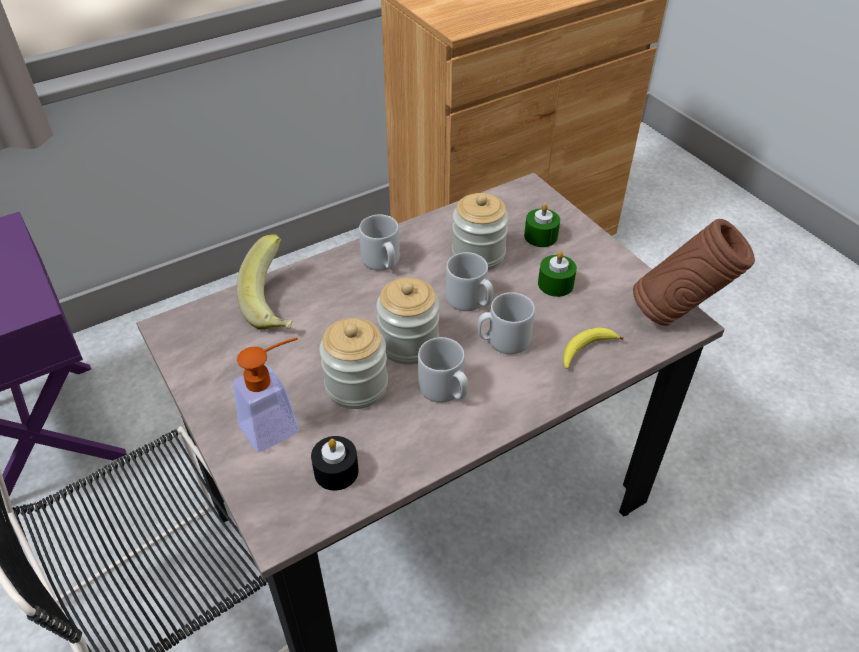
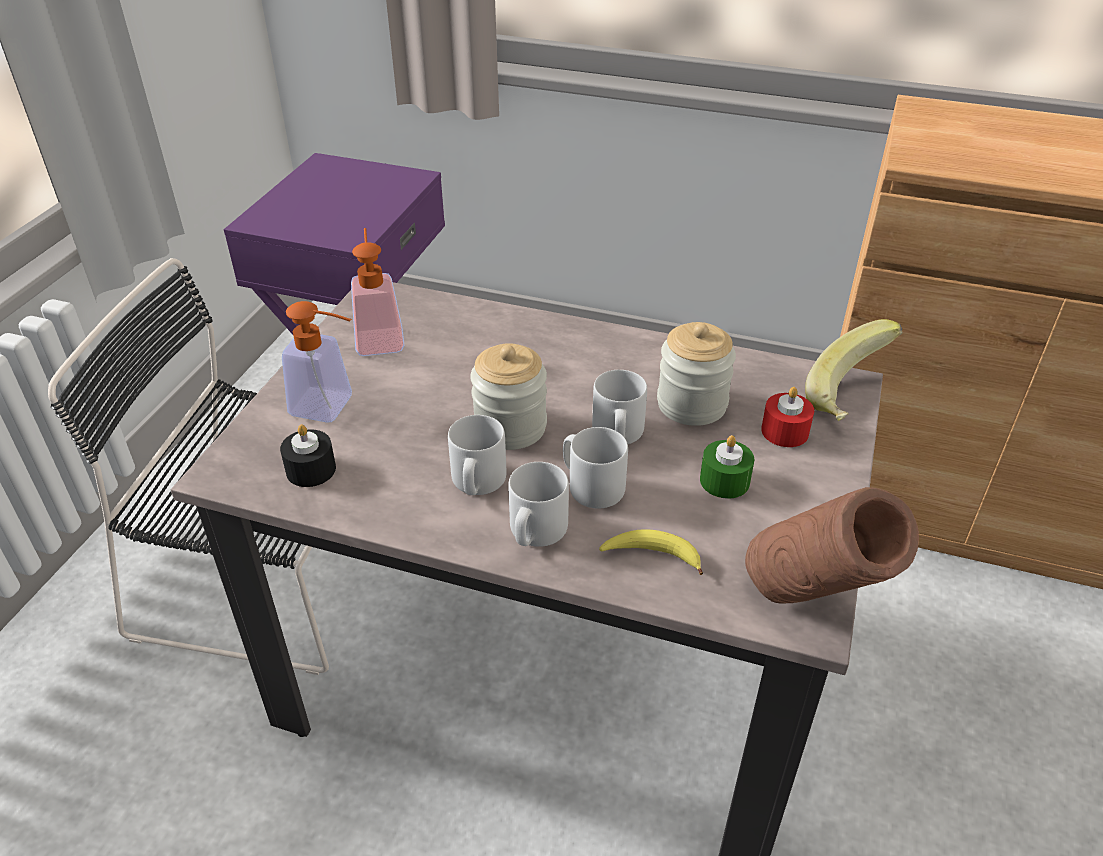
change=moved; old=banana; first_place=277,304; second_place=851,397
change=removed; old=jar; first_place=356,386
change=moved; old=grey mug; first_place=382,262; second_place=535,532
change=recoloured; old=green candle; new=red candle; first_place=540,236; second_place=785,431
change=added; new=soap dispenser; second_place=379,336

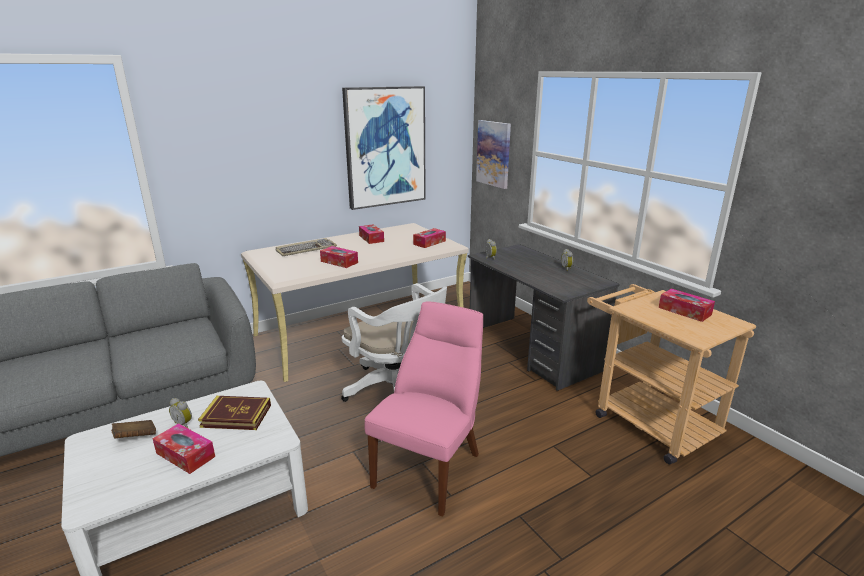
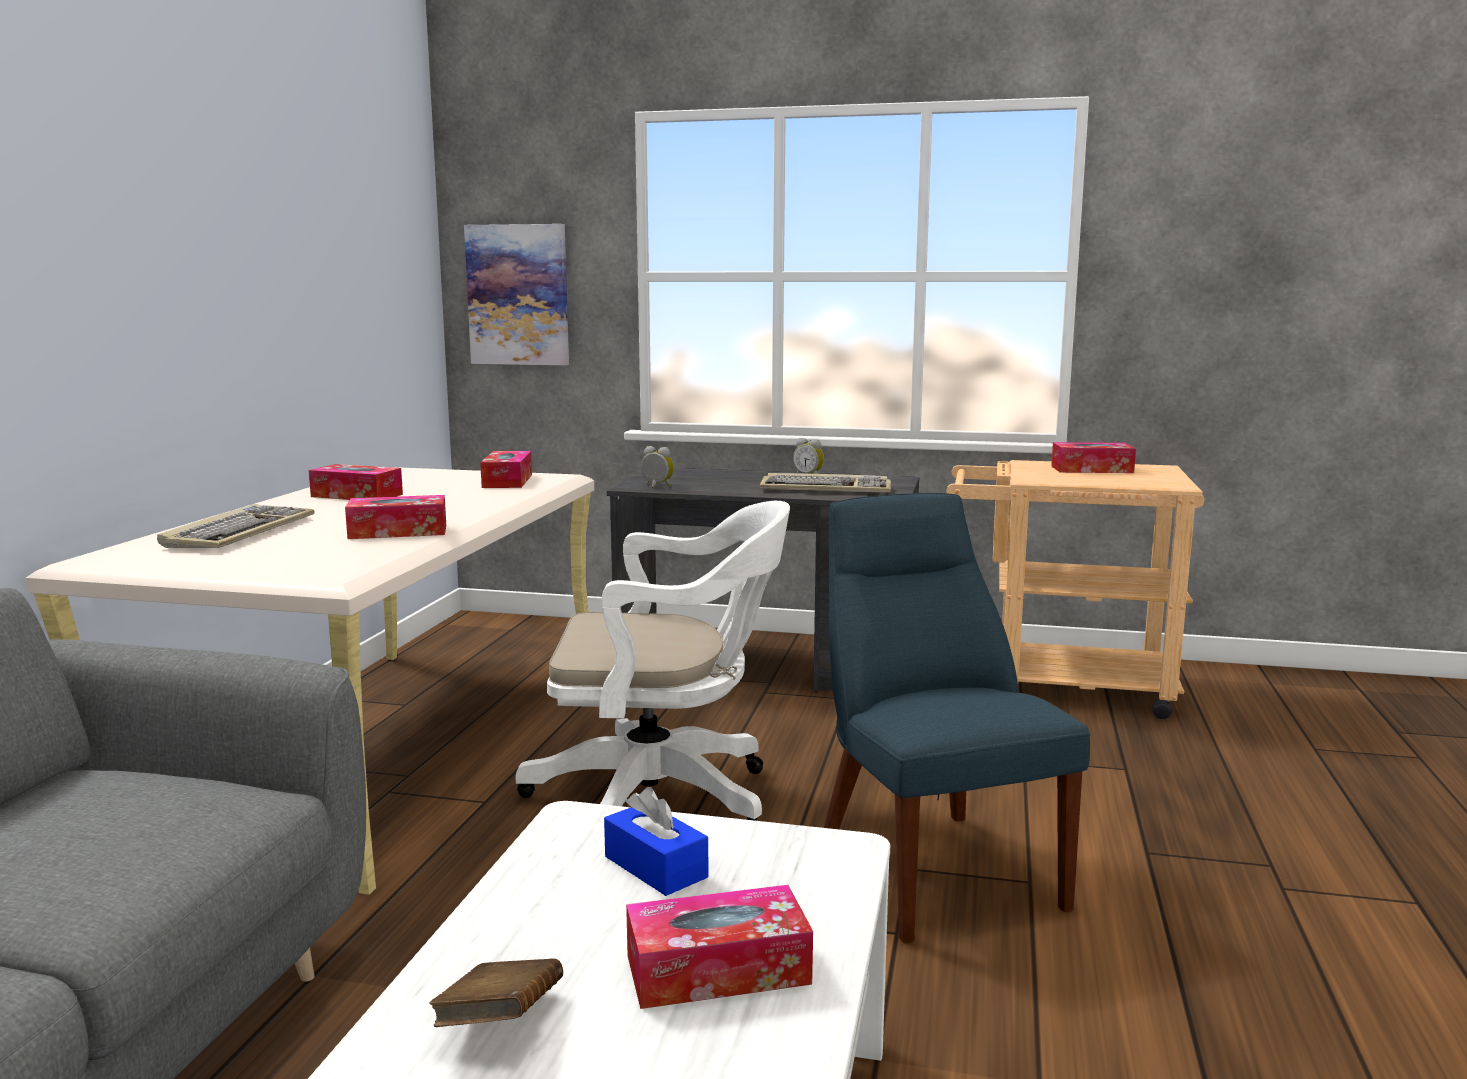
change=removed; old=alarm clock; first_place=184,423
change=replaced; old=book; new=blue tissue box; first_place=236,416; second_place=655,867
change=removed; old=picture; first_place=385,147
change=recoloured; old=pink chair; new=blue chair; first_place=430,467; second_place=931,866
change=added; new=keyboard; second_place=826,489

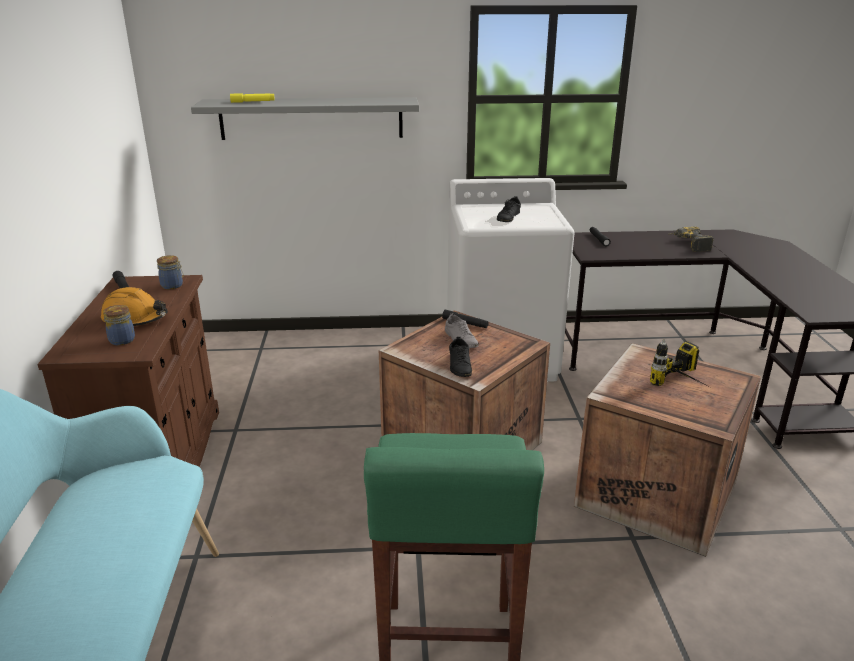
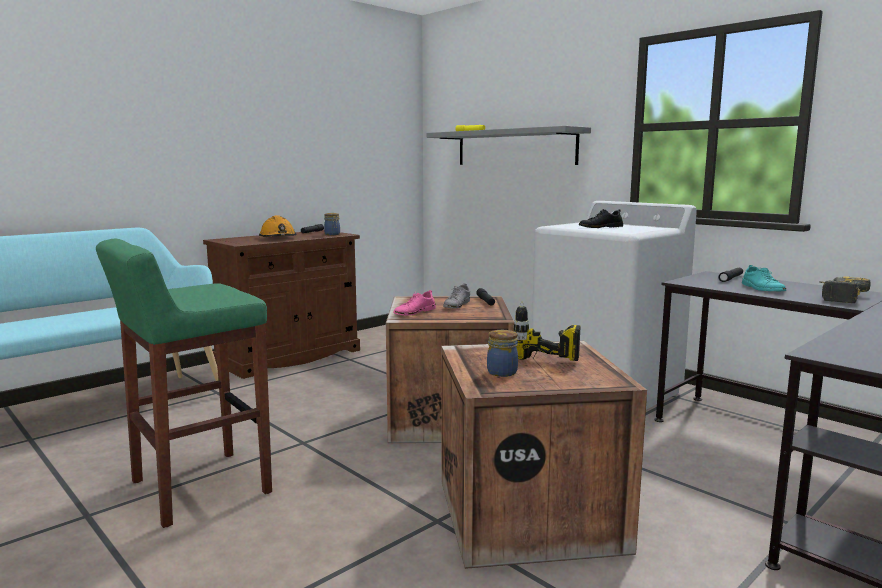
change=moved; old=jar; first_place=121,340; second_place=502,372
change=recoloured; old=black shoe; new=pink shoe; first_place=460,365; second_place=414,312
change=added; new=turquoise shoe; second_place=762,288

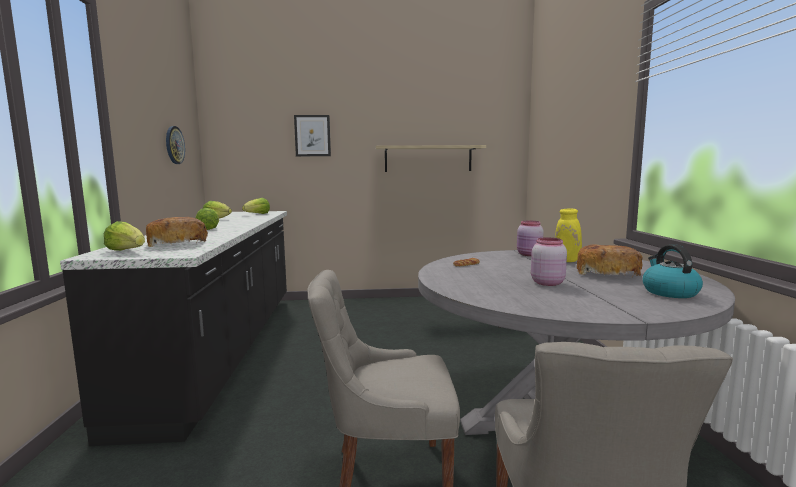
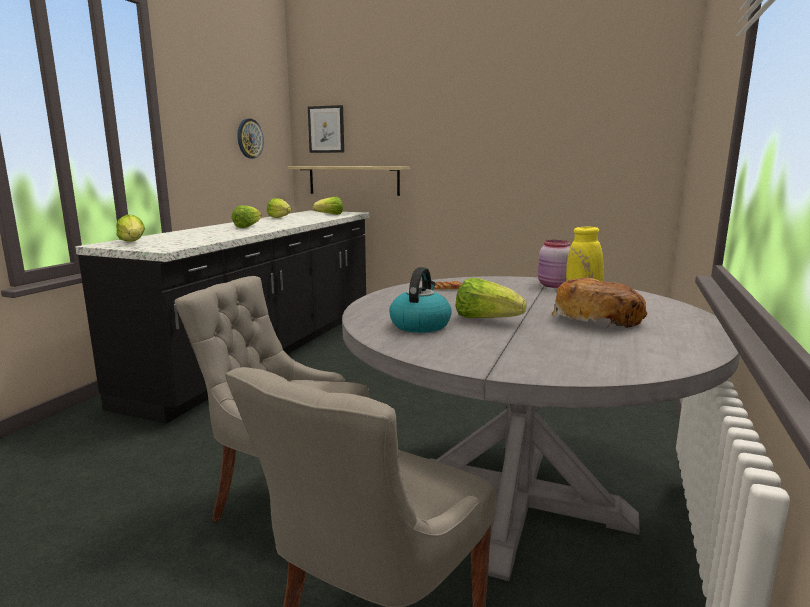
change=removed; old=bread; first_place=176,243
change=moved; old=picture; first_place=312,136; second_place=326,129
change=moved; old=shelf; first_place=428,159; second_place=353,180
change=replaced; old=pink jar; new=lettuce; first_place=546,283; second_place=486,319
change=moved; old=kettle; first_place=669,292; second_place=420,325

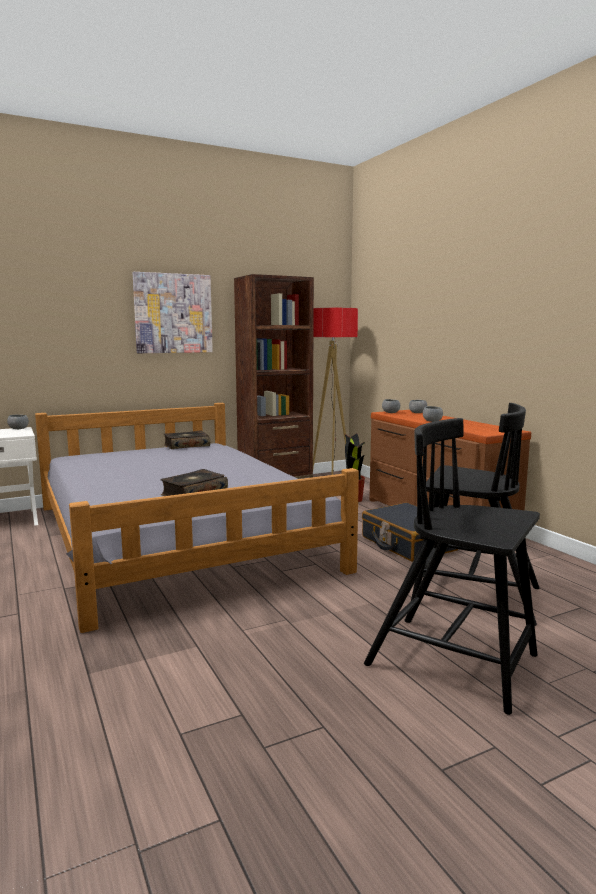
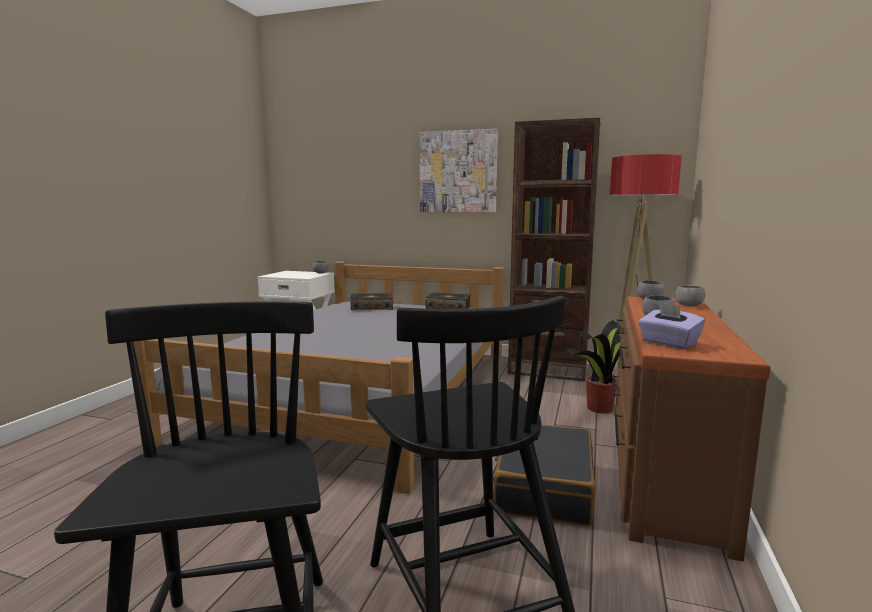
change=moved; old=book; first_place=193,493; second_place=372,307
change=added; new=purple tissue box; second_place=668,343

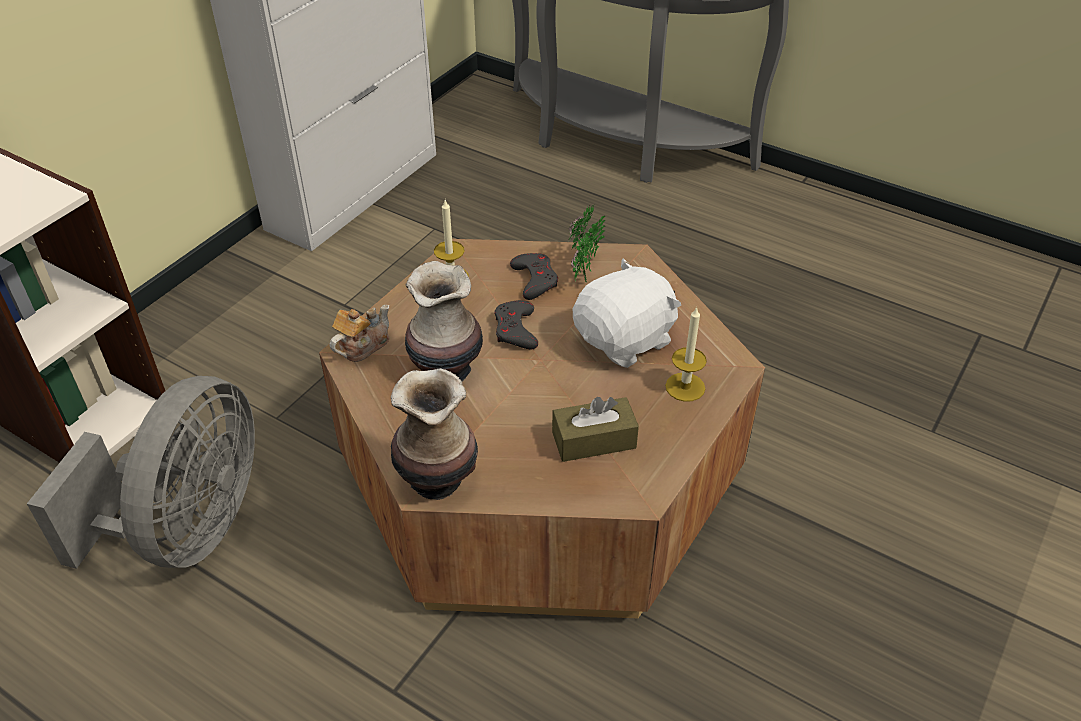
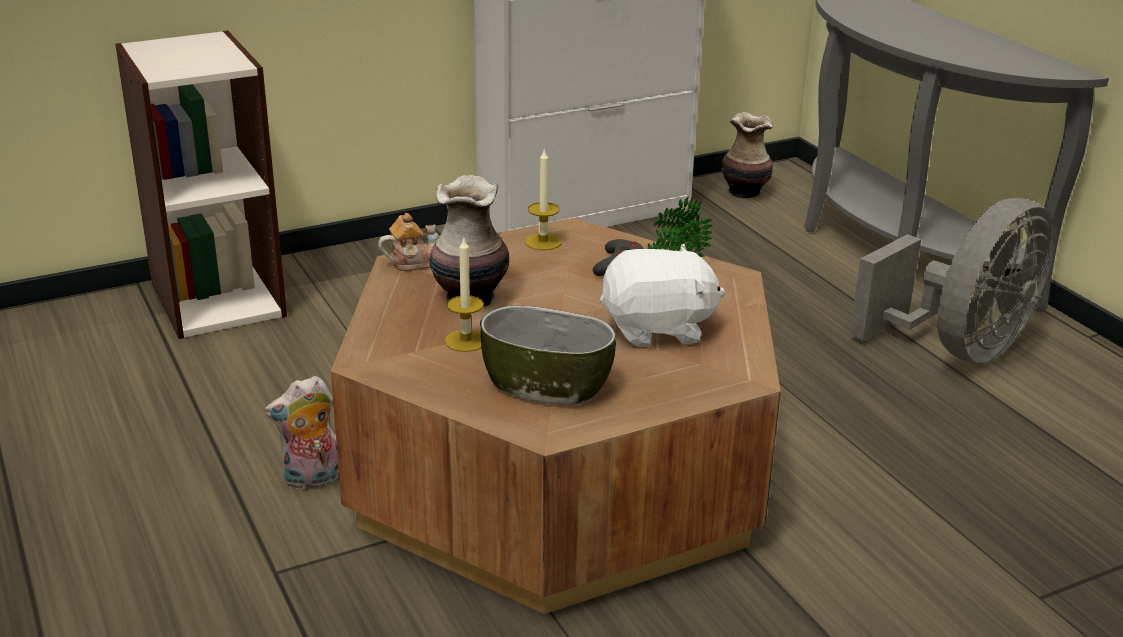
change=moved; old=grey fan; first_place=189,529; second_place=959,349
change=moved; old=vase; first_place=436,478; second_place=744,192
change=removed; old=grey game controller; first_place=516,330
change=replaced; old=brown tissue box; new=bowl; first_place=594,440; second_place=547,384
change=moved; old=candle; first_place=685,387; second_place=466,341
change=added; new=plush toy; second_place=312,480

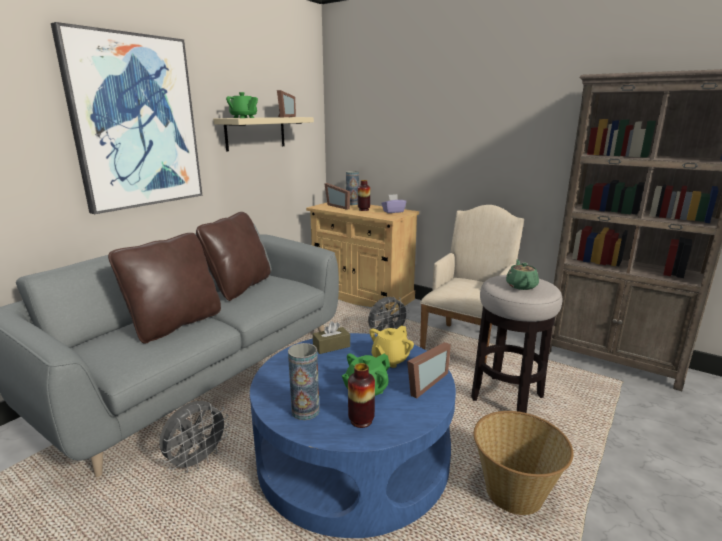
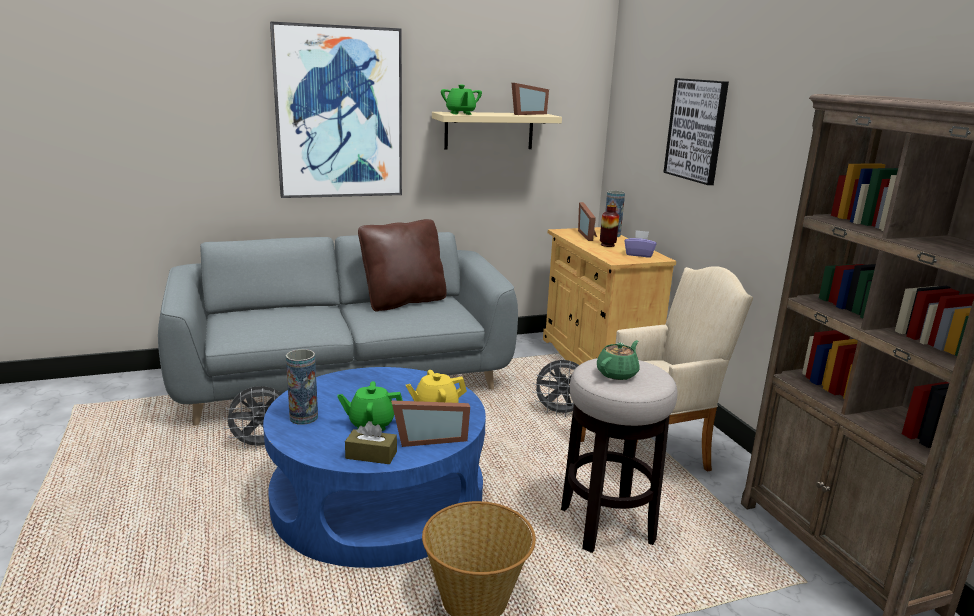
change=removed; old=brown pillow; first_place=175,324
change=moved; old=brown tissue box; first_place=331,346; second_place=371,455
change=removed; old=vase; first_place=361,421
change=added; new=picture; second_place=696,130

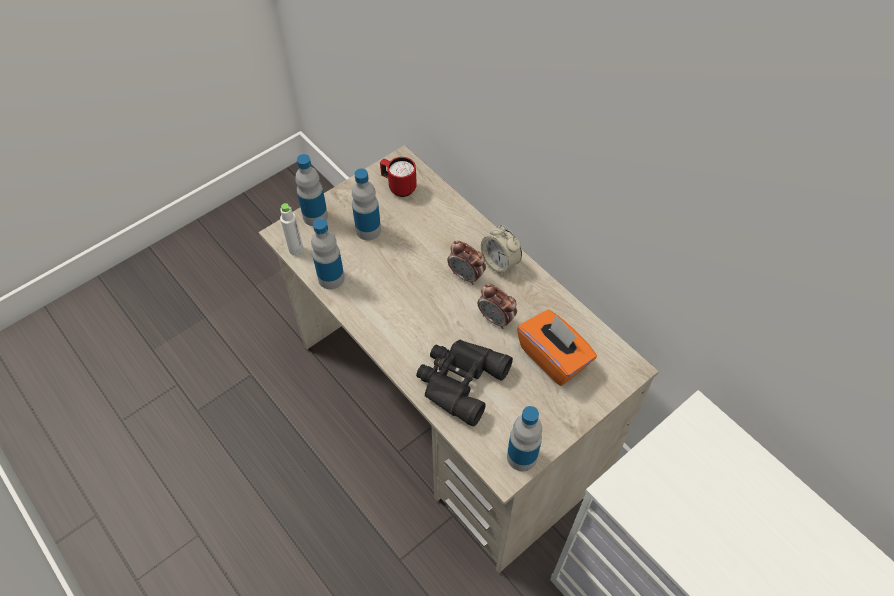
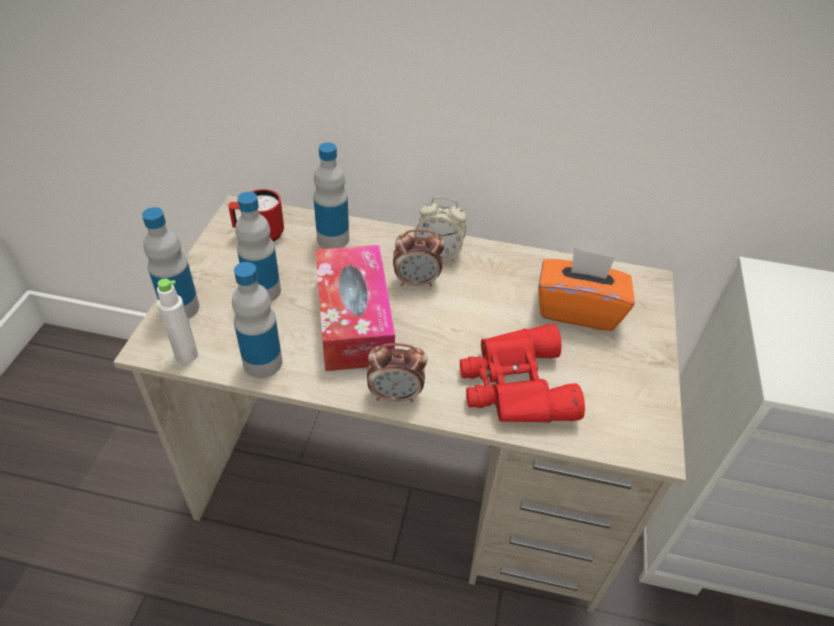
change=recoloured; old=black binoculars; new=red binoculars; first_place=459,381; second_place=513,386
change=moved; old=alarm clock; first_place=496,319; second_place=395,395
change=moved; old=bottle; first_place=521,457; second_place=333,239
change=added; new=tissue box; second_place=354,320

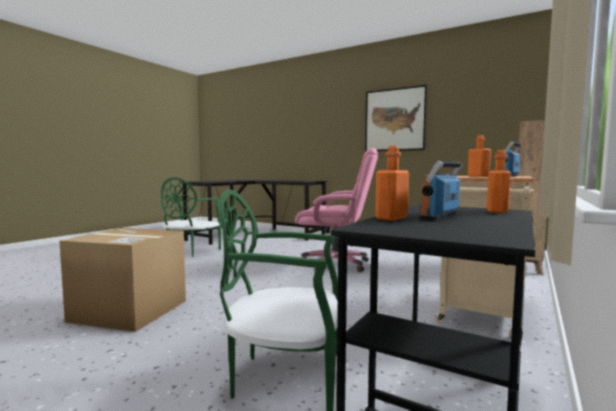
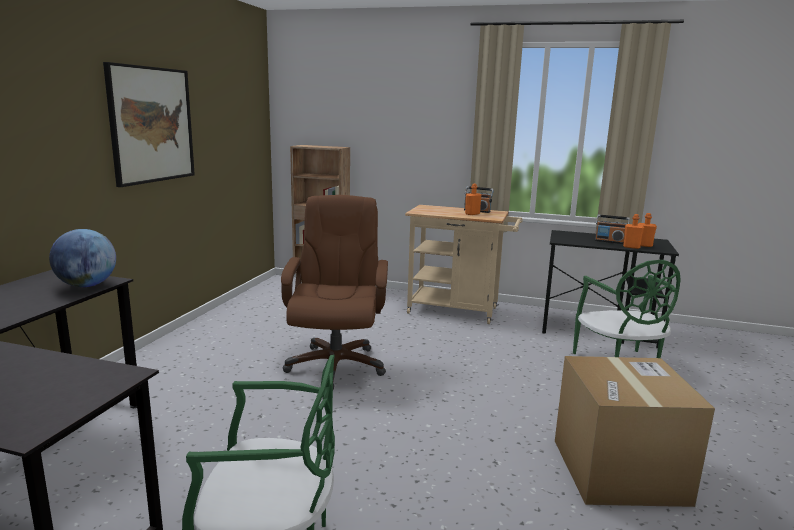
change=recoloured; old=pink office chair; new=brown office chair; first_place=336,264; second_place=335,365
change=moved; old=orange bottle; first_place=497,211; second_place=644,245
change=added; new=globe; second_place=87,285

